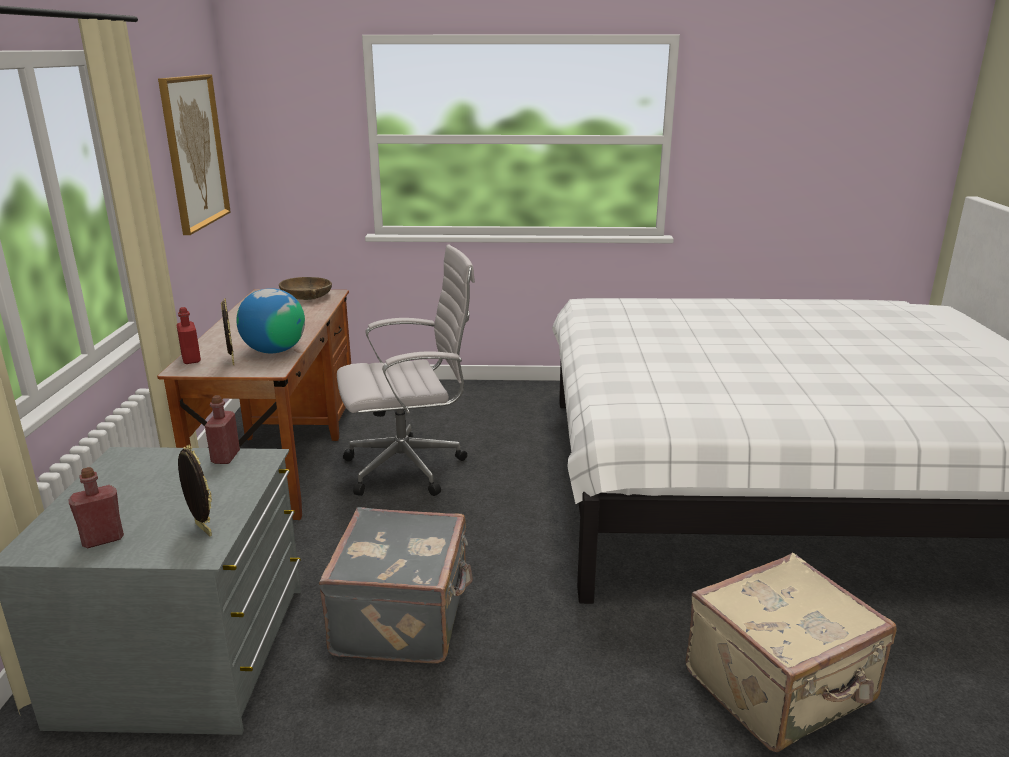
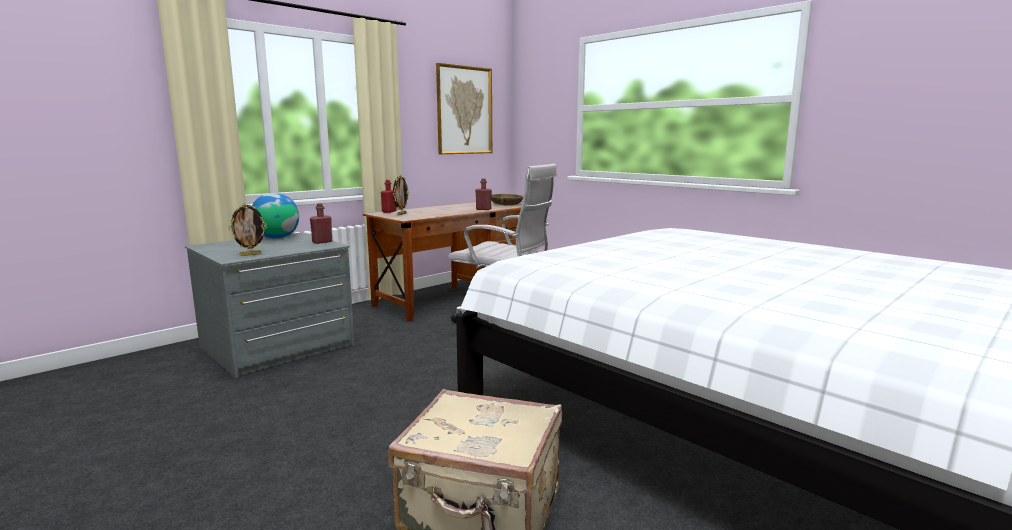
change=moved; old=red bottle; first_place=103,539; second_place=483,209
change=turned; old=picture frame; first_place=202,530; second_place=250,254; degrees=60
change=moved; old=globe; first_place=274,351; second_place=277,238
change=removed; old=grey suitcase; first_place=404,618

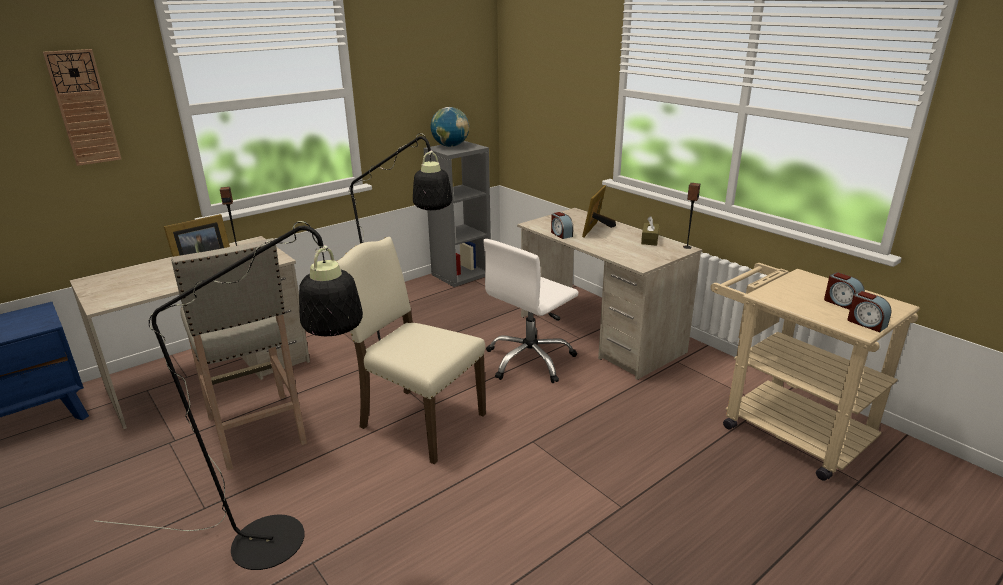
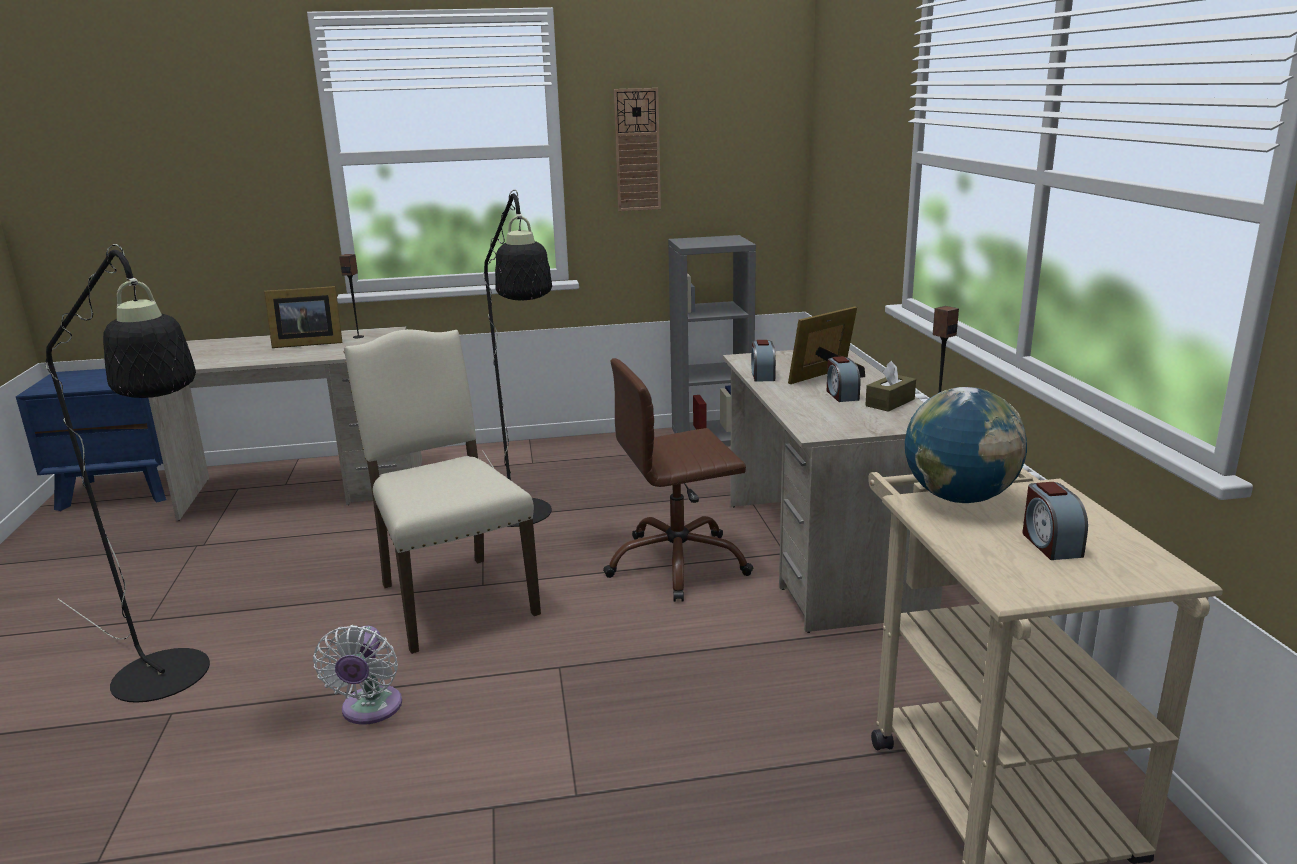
change=moved; old=wall clock; first_place=83,108; second_place=637,150
change=removed; old=beige stool; first_place=257,432
change=moved; old=globe; first_place=450,146; second_place=959,498
change=recoloured; old=white office chair; new=brown office chair; first_place=530,360; second_place=677,564
change=moved; old=alarm clock; first_place=866,323; second_place=841,395
change=added; new=white fan; second_place=370,710

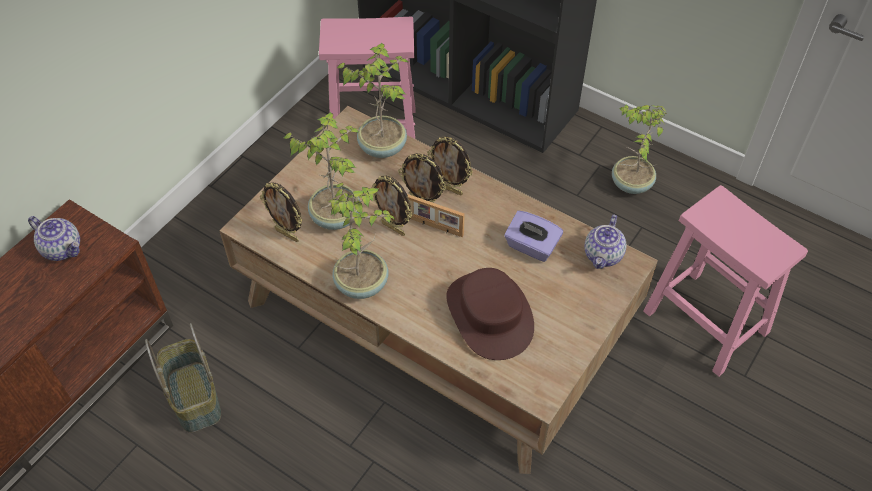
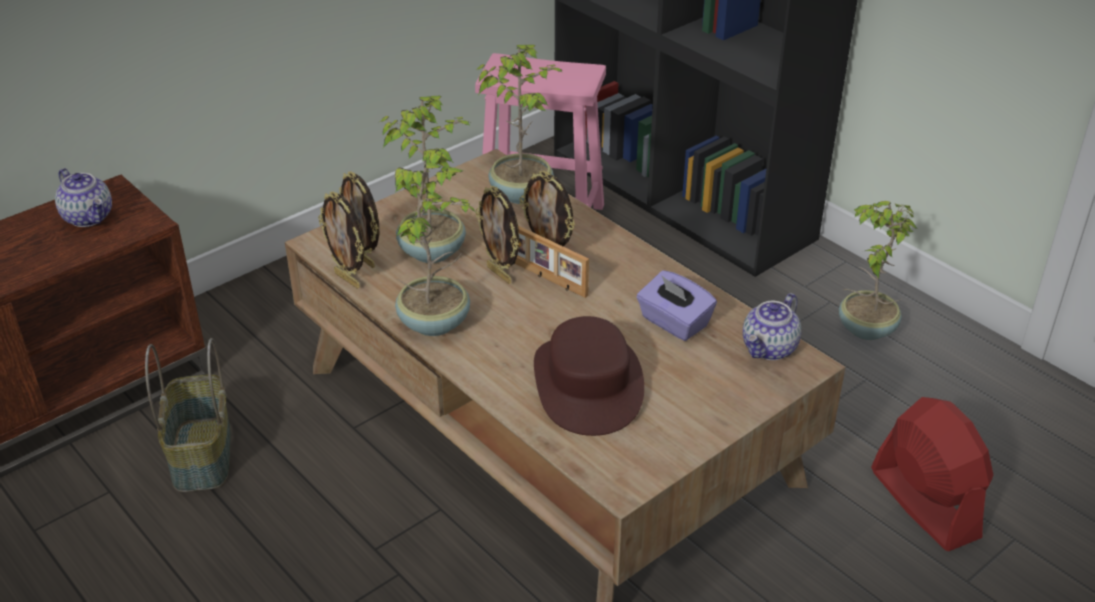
change=moved; old=picture frame; first_place=450,189; second_place=348,280
change=replaced; old=pink stool; new=red fan; first_place=704,321; second_place=924,503

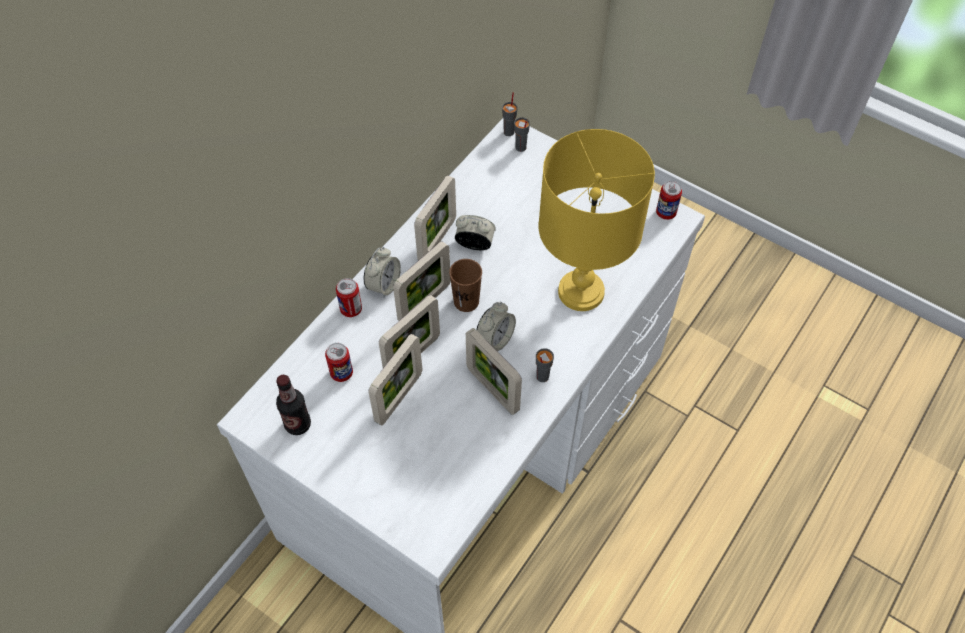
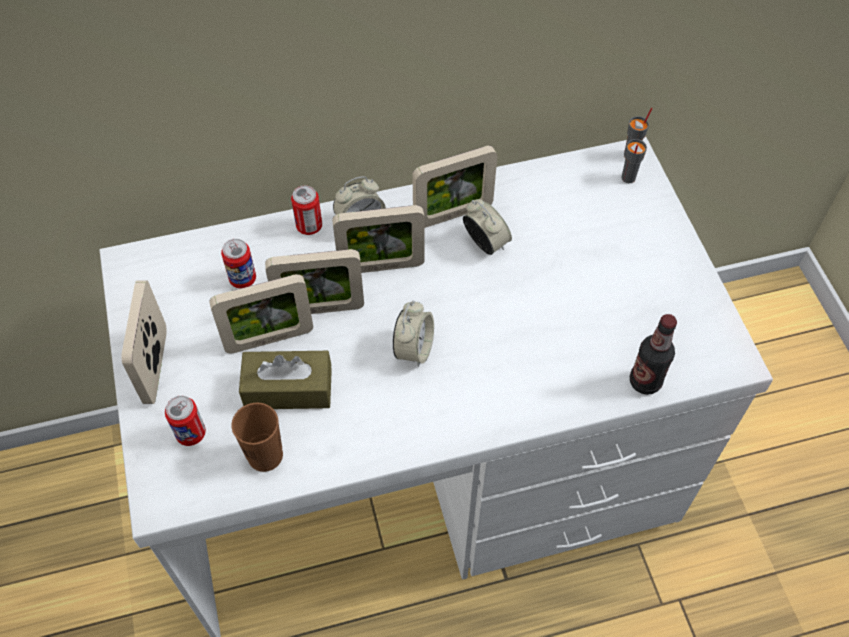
change=moved; old=bottle; first_place=298,424; second_place=645,381
change=moved; old=brown cup; first_place=466,301; second_place=265,455
change=moved; old=picture frame; first_place=492,389; second_place=156,366
change=turned; old=alarm clock; first_place=495,339; second_place=414,349; degrees=-60
change=removed; old=grey cup; first_place=542,377
change=removed; old=yellow table lamp; first_place=581,292
change=moved; old=can; first_place=666,213; second_place=191,433
change=added; new=brown tissue box; second_place=288,389

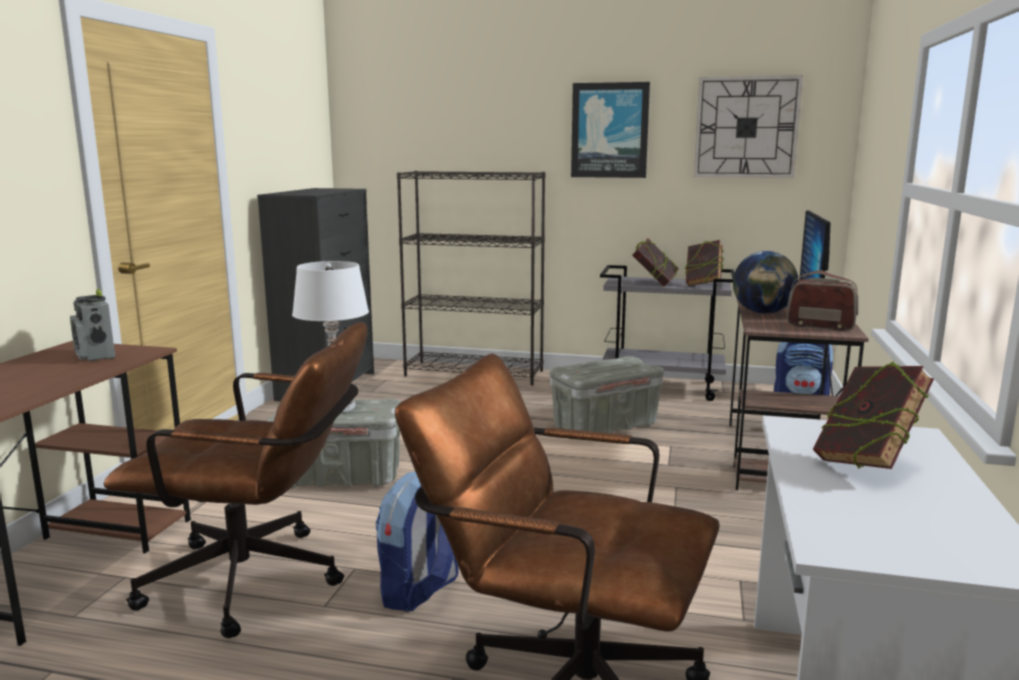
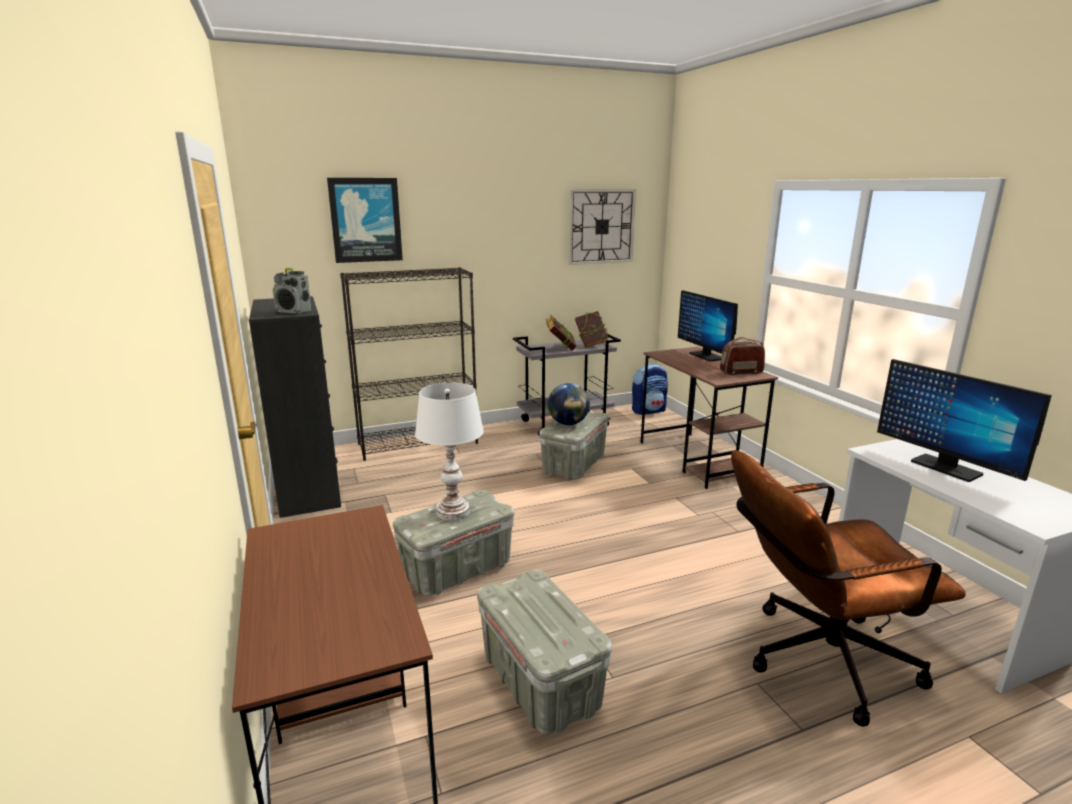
change=moved; old=radio; first_place=95,356; second_place=294,312
change=replaced; old=brown office chair; new=grey storage box; first_place=261,582; second_place=541,682
change=removed; old=backpack; first_place=421,591
change=moved; old=picture; first_place=609,130; second_place=365,220
change=moved; old=globe; first_place=762,313; second_place=568,423
change=replaced; old=book; new=monitor; first_place=866,464; second_place=945,468

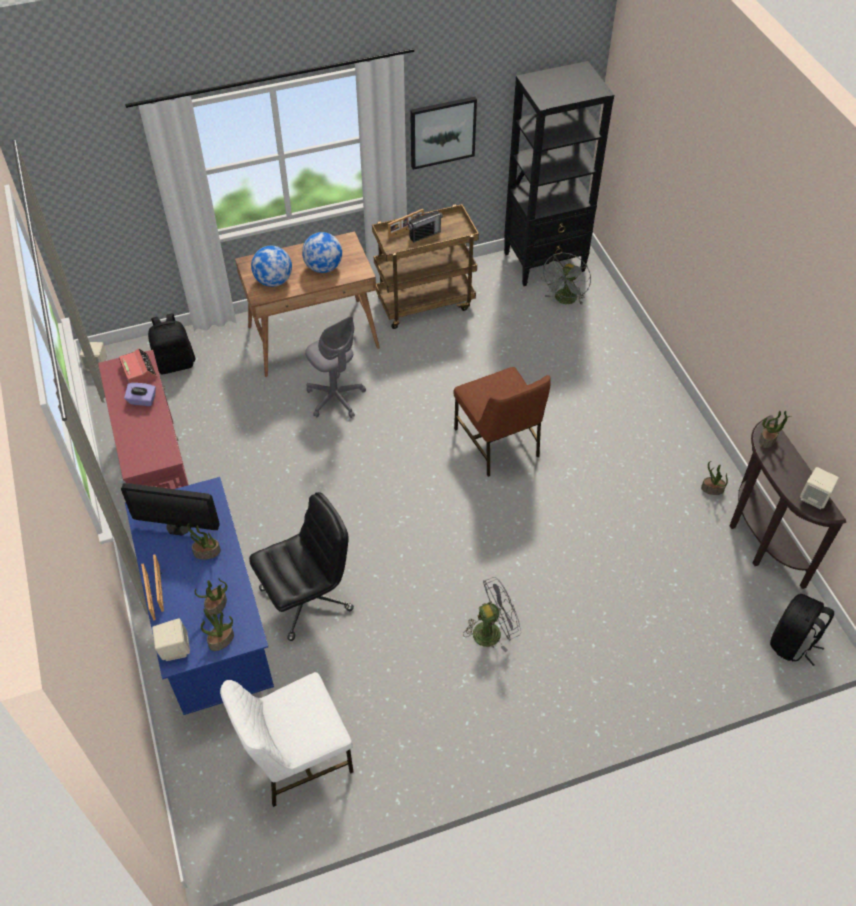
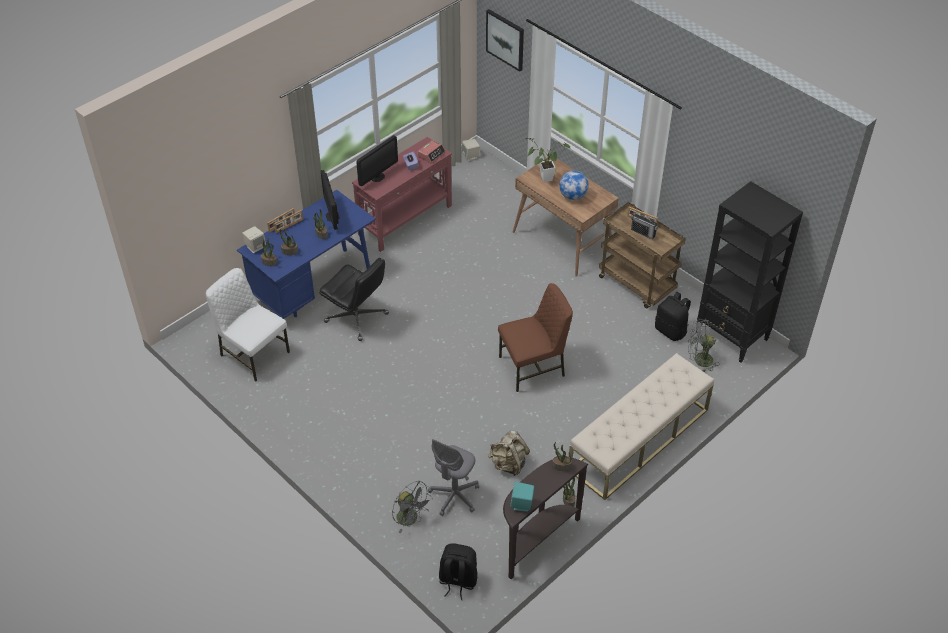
change=moved; old=black backpack; first_place=175,363; second_place=671,331
change=replaced; old=globe; new=potted plant; first_place=274,281; second_place=543,179
change=moved; old=grey office chair; first_place=335,398; second_place=454,496
change=moved; old=picture; first_place=442,132; second_place=505,39
change=turned; old=brown chair; first_place=498,443; second_place=533,367; degrees=-150
change=moved; old=grey fan; first_place=492,631; second_place=411,519
change=recoloured; old=beige speaker; new=turquoise speaker; first_place=814,498; second_place=522,504
change=added; new=monitor; second_place=377,177
change=added; new=beige backpack; second_place=508,463
change=added; new=beige bench; second_place=638,440

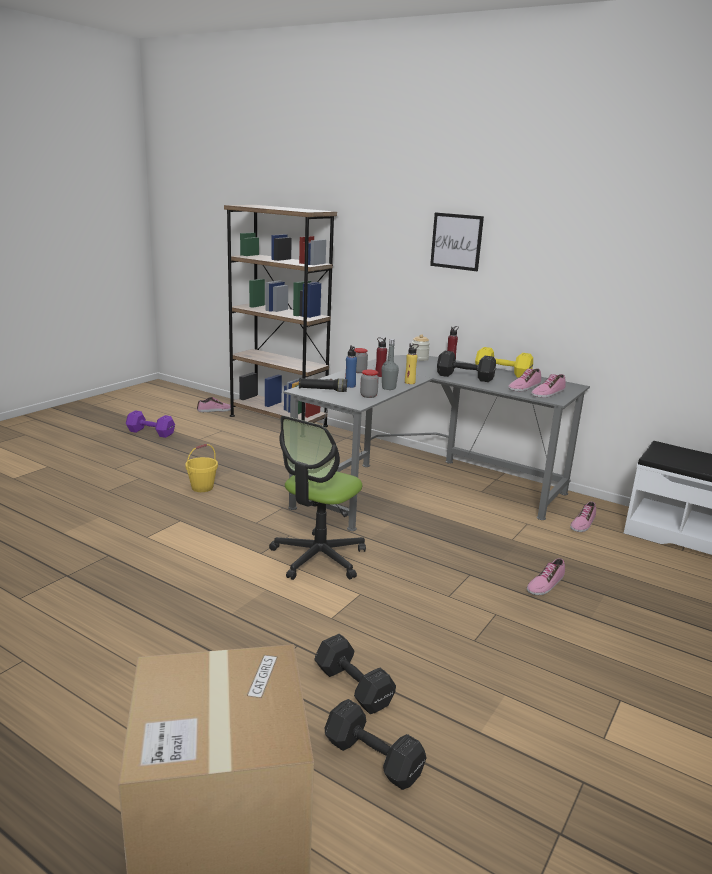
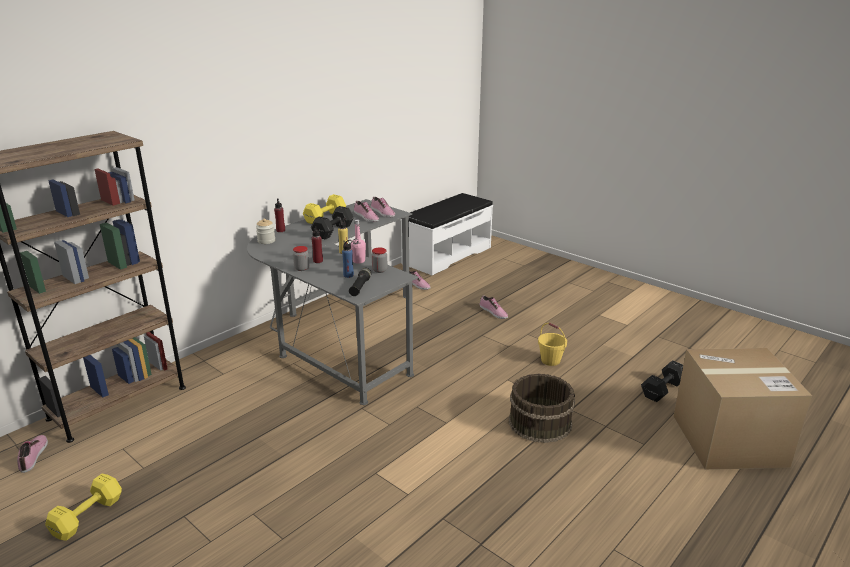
change=recoloured; old=purple dumbbell; new=yellow dumbbell; first_place=150,432; second_place=86,517
change=moved; old=yellow bucket; first_place=202,488; second_place=550,360
change=removed; old=office chair; first_place=318,557
change=removed; old=black dumbbell; first_place=354,688
change=recoloured; old=grey bottle; new=pink bottle; first_place=388,388; second_place=358,261
change=removed; old=picture; first_place=456,241
change=added; new=brown bucket; second_place=539,422

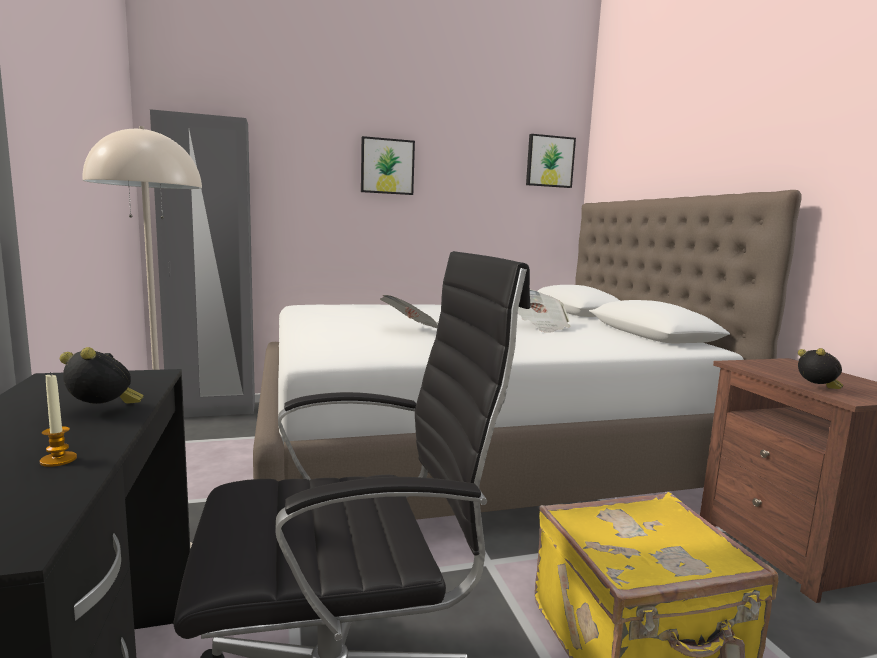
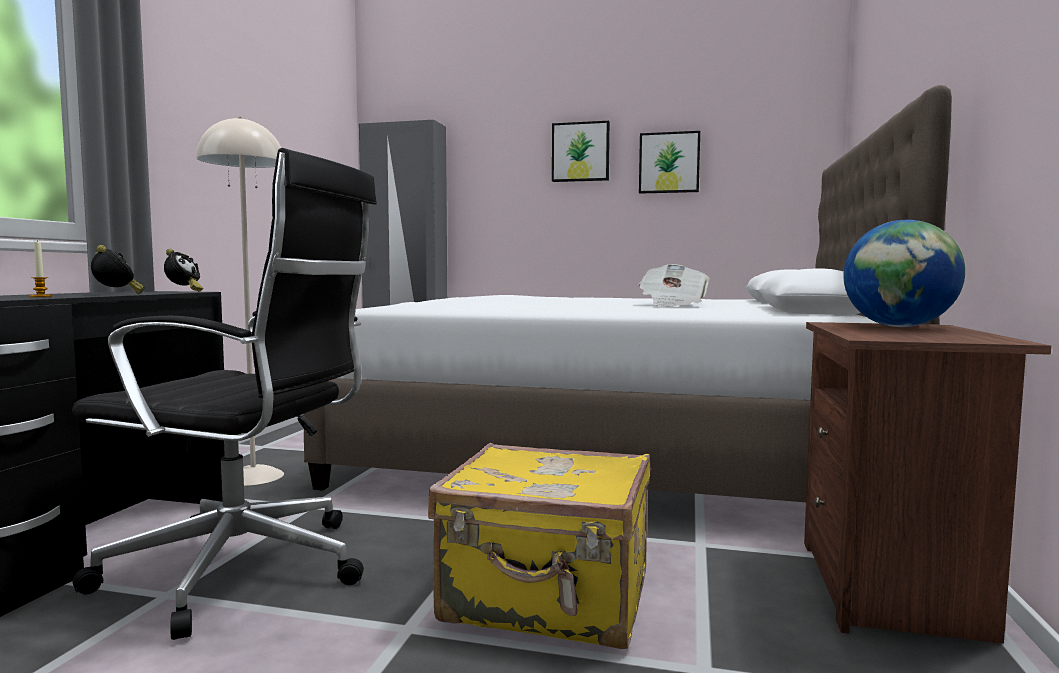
change=removed; old=newspaper; first_place=413,331
change=moved; old=picture; first_place=549,161; second_place=669,163
change=moved; old=alarm clock; first_place=817,389; second_place=184,291
change=added; new=globe; second_place=899,327

